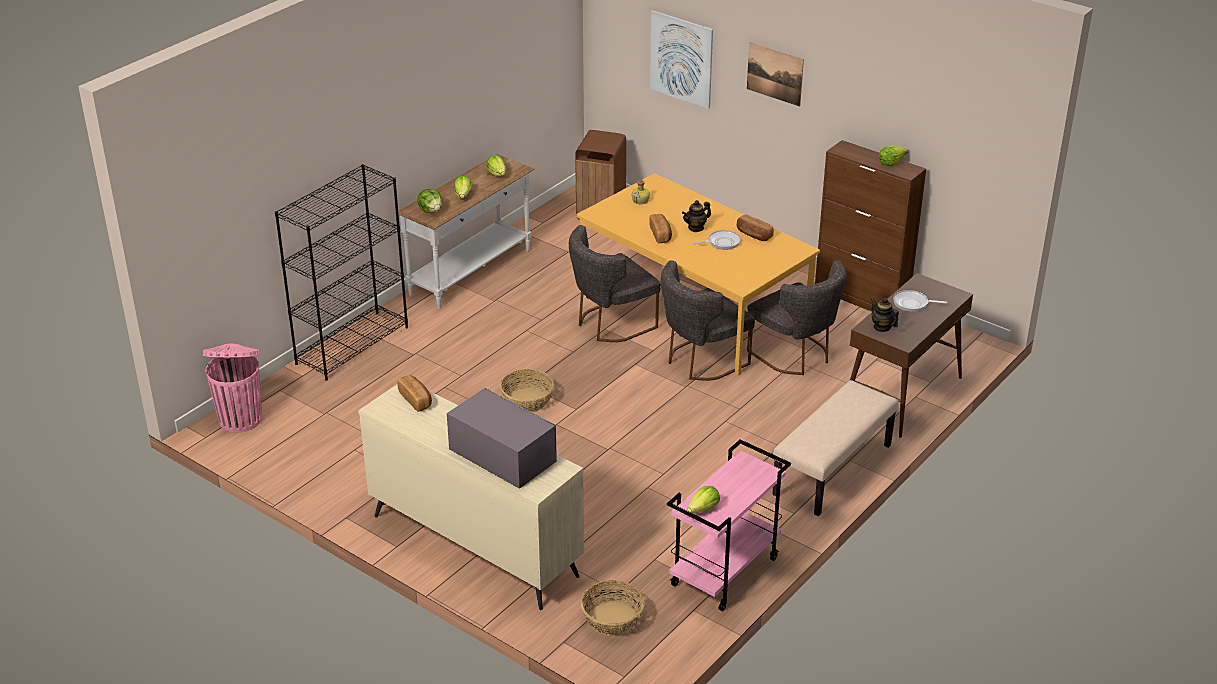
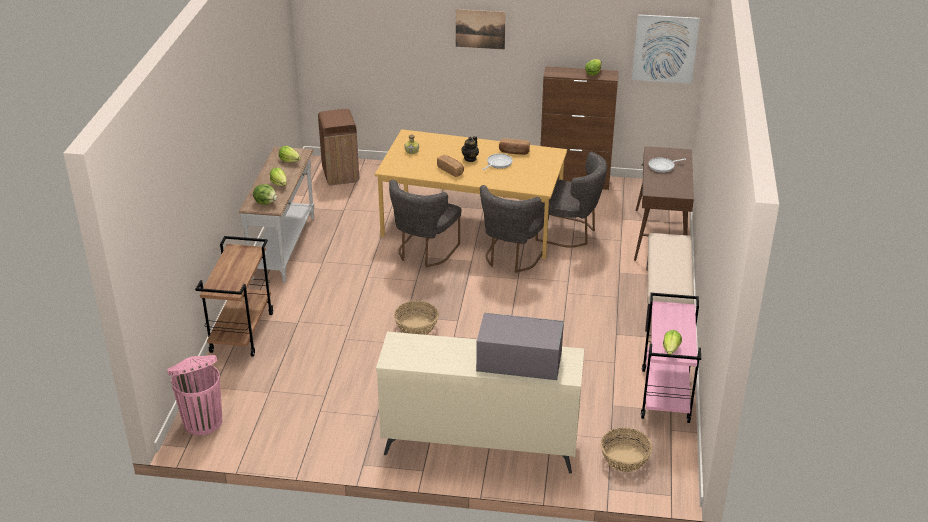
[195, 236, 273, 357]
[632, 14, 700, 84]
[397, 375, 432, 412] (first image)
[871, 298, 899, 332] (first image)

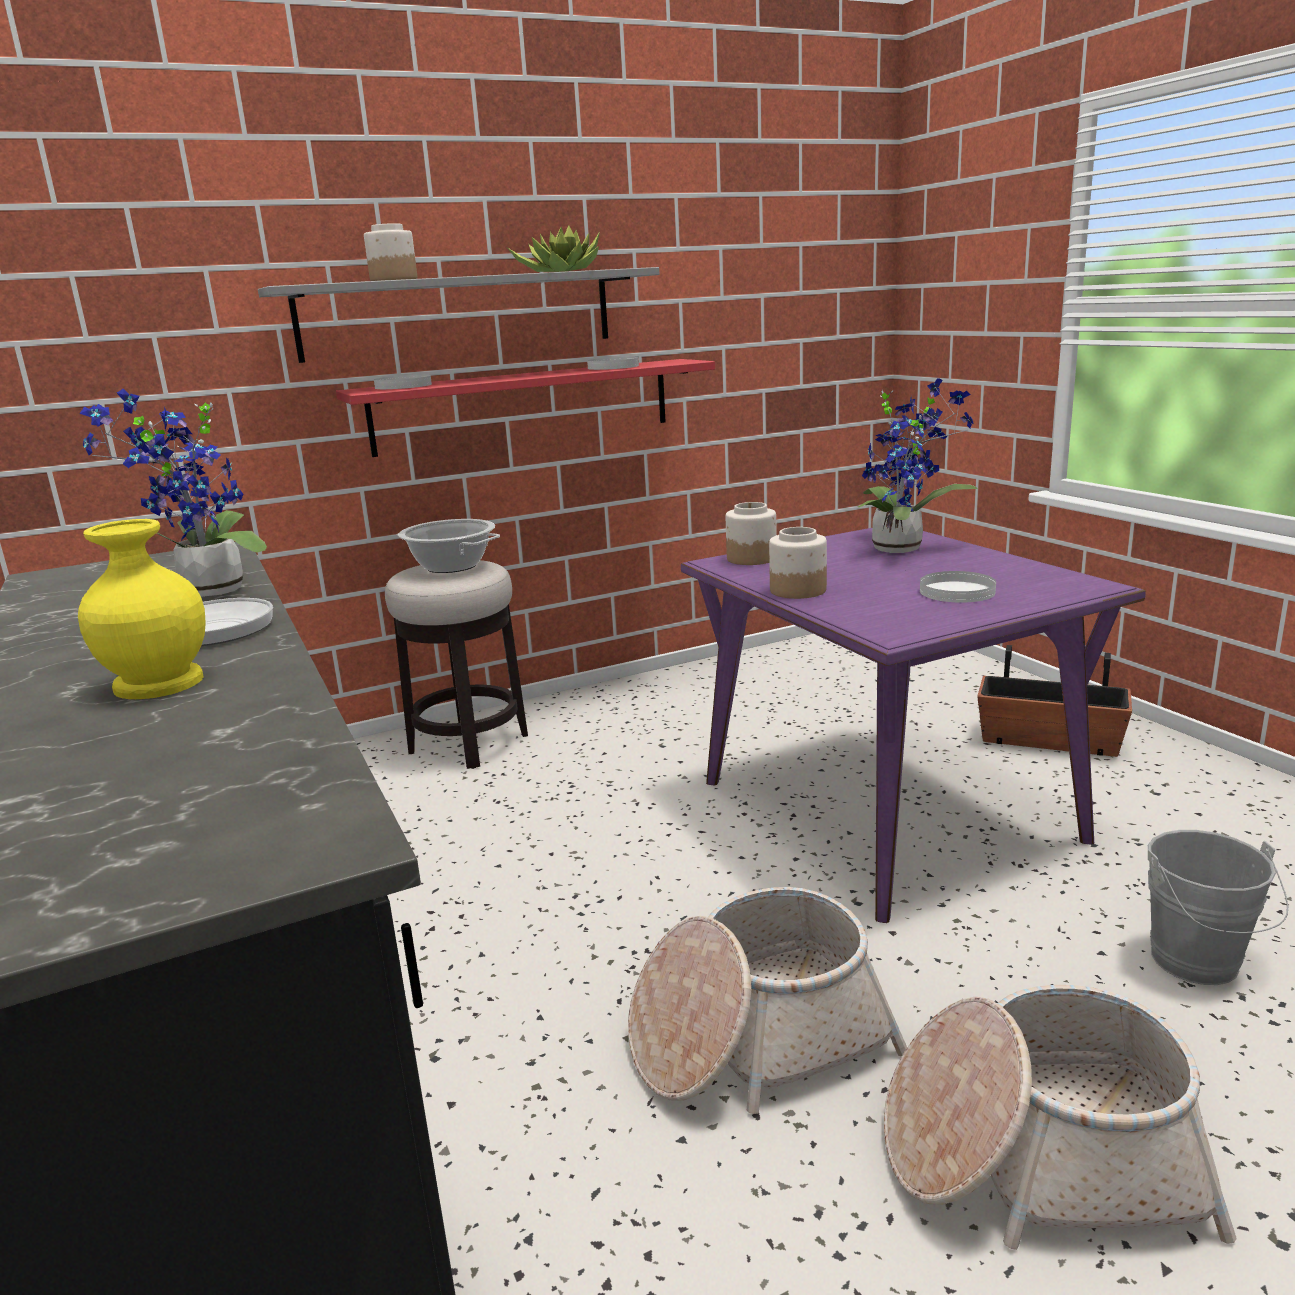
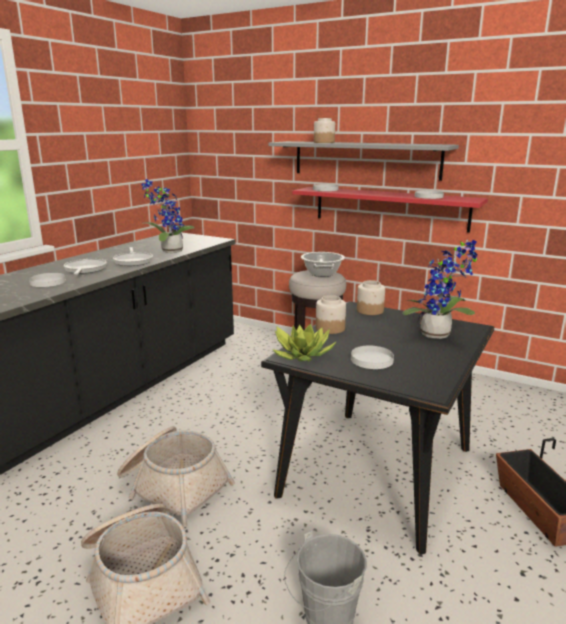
[29, 273, 66, 287]
[64, 259, 107, 275]
[261, 301, 494, 554]
[272, 324, 337, 362]

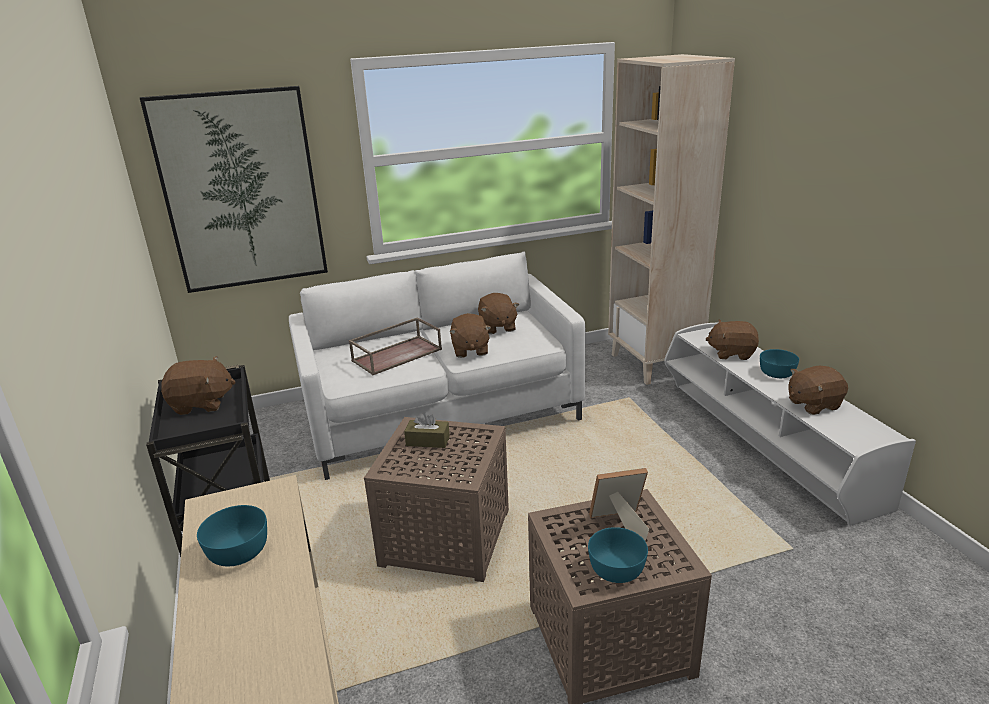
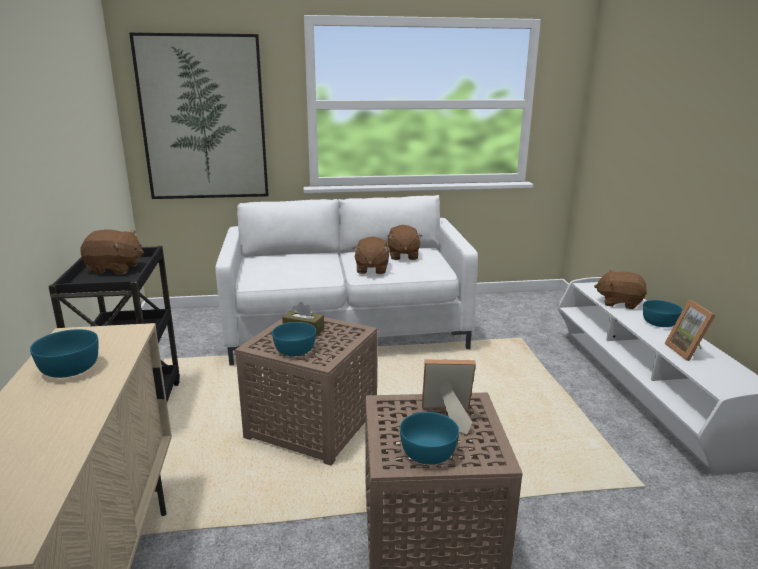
[272, 322, 316, 356]
[665, 300, 716, 361]
[349, 317, 442, 375] (first image)
[608, 54, 735, 385] (first image)

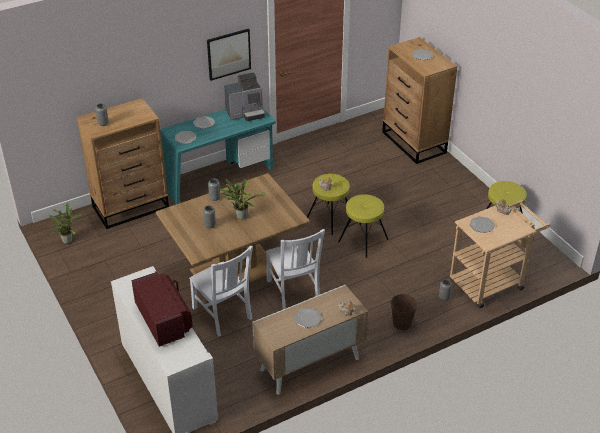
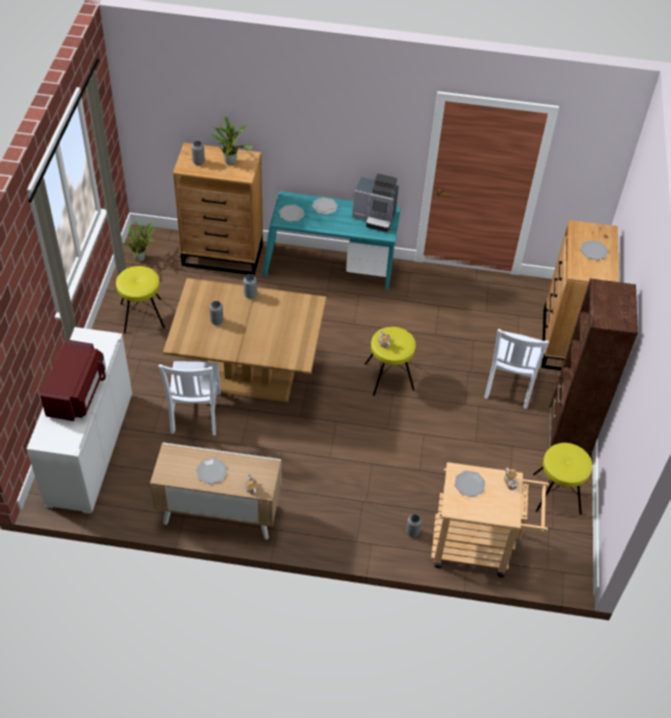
[116, 266, 165, 334]
[211, 116, 252, 165]
[484, 329, 549, 409]
[548, 279, 638, 458]
[207, 28, 251, 81] (first image)
[391, 294, 418, 330] (first image)

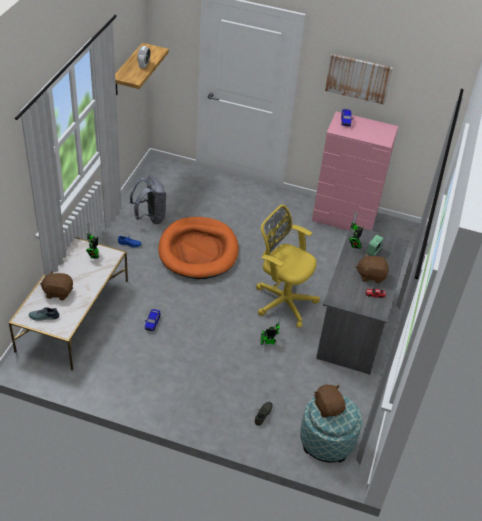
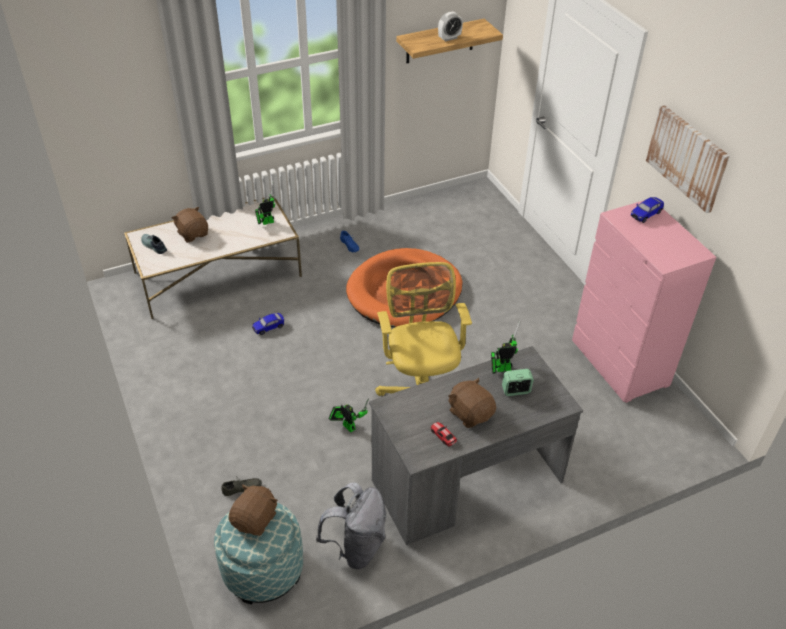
[316, 482, 387, 569]

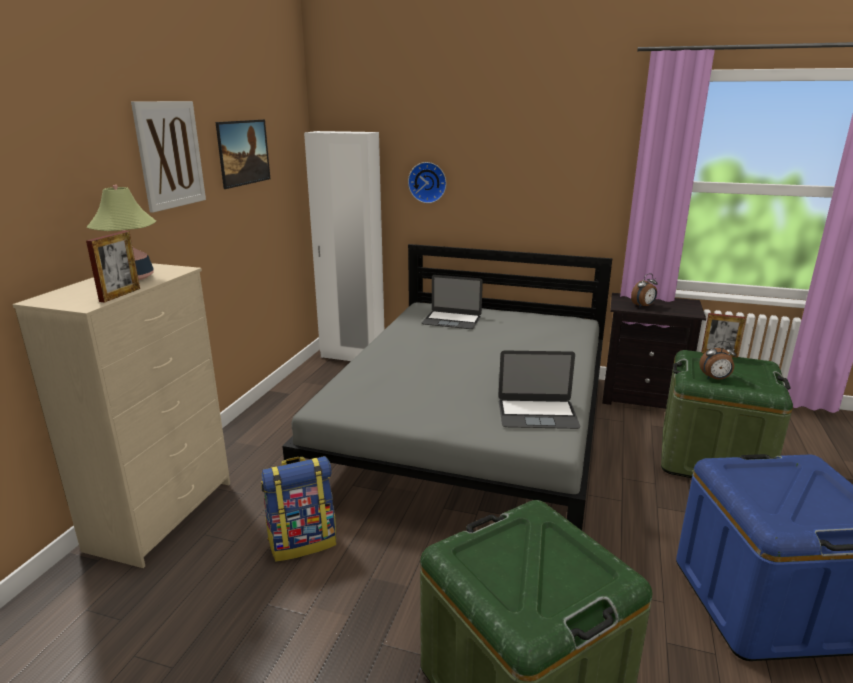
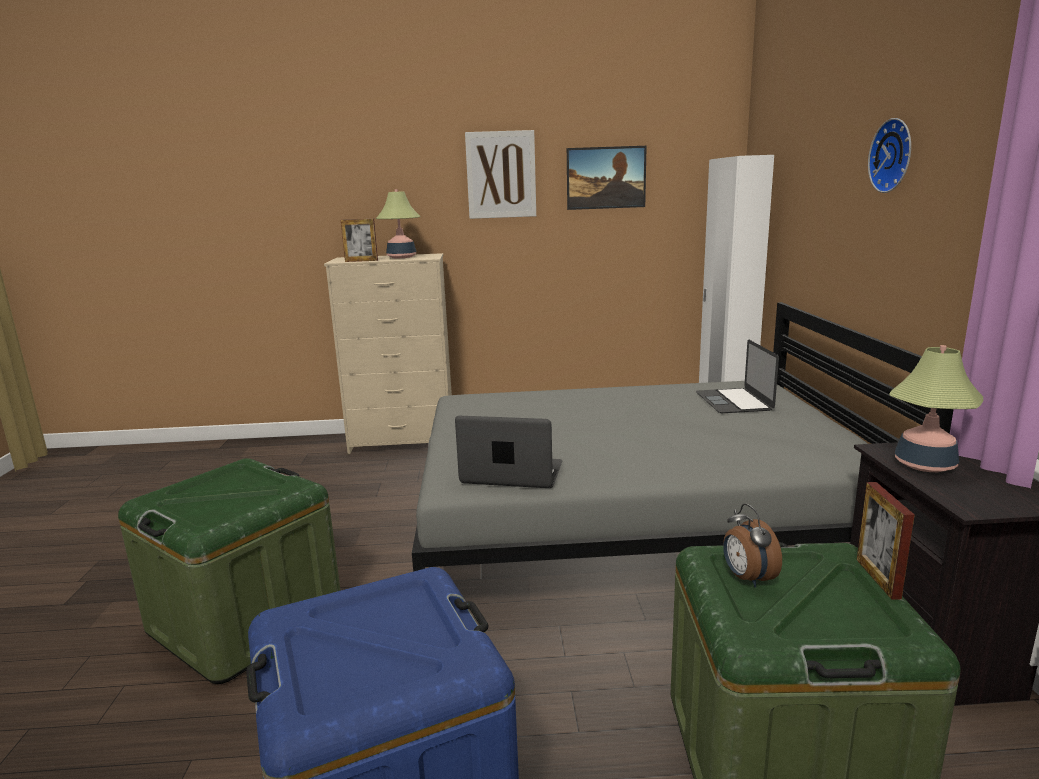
[455, 416, 562, 488]
[868, 118, 911, 193]
[889, 345, 983, 472]
[261, 456, 336, 562] (first image)

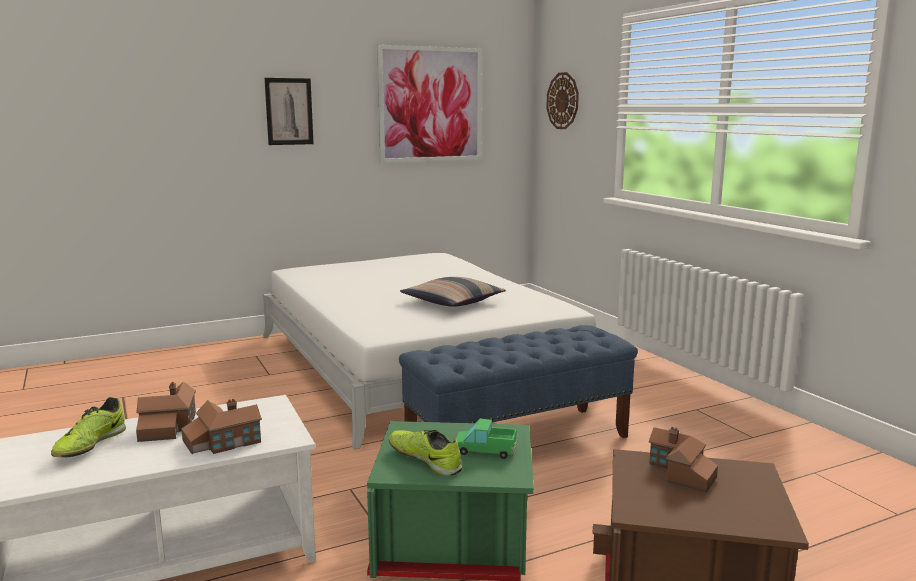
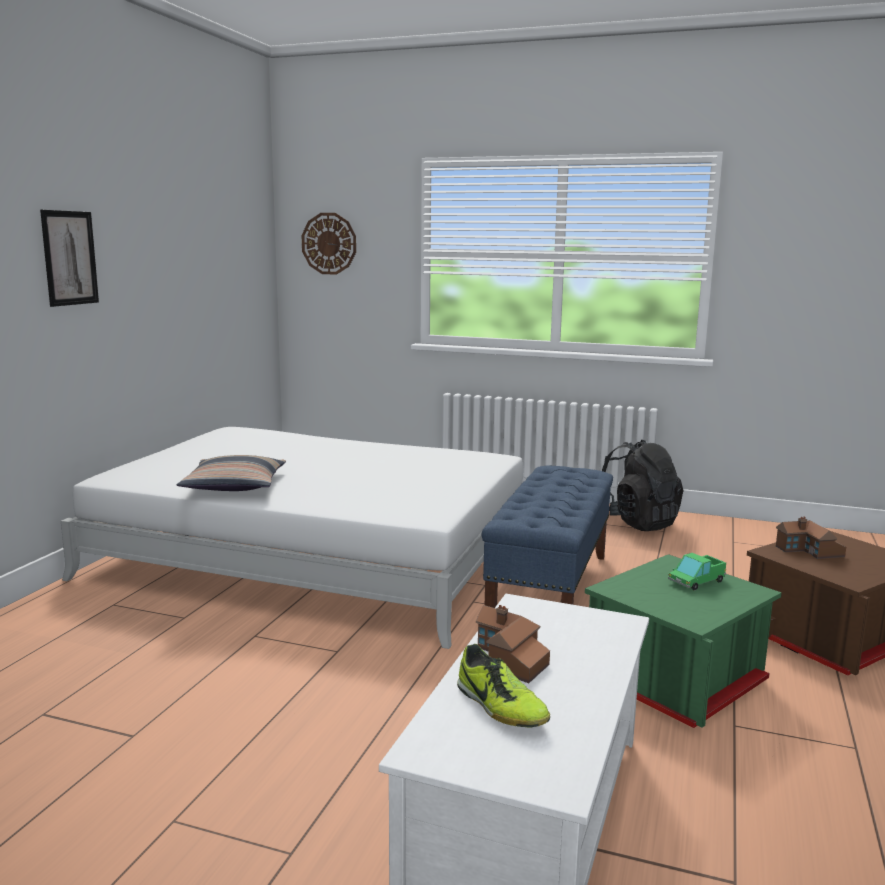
[176, 455, 286, 491]
[602, 439, 683, 531]
[181, 399, 262, 454] (first image)
[377, 45, 482, 163] (first image)
[389, 430, 462, 476] (first image)

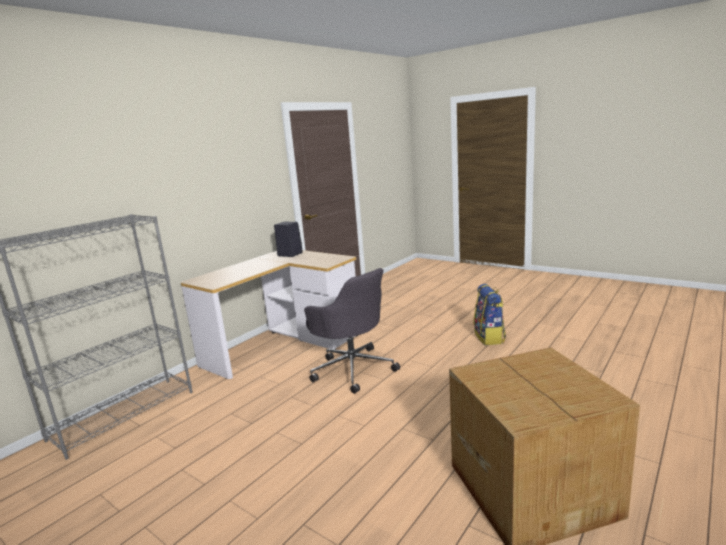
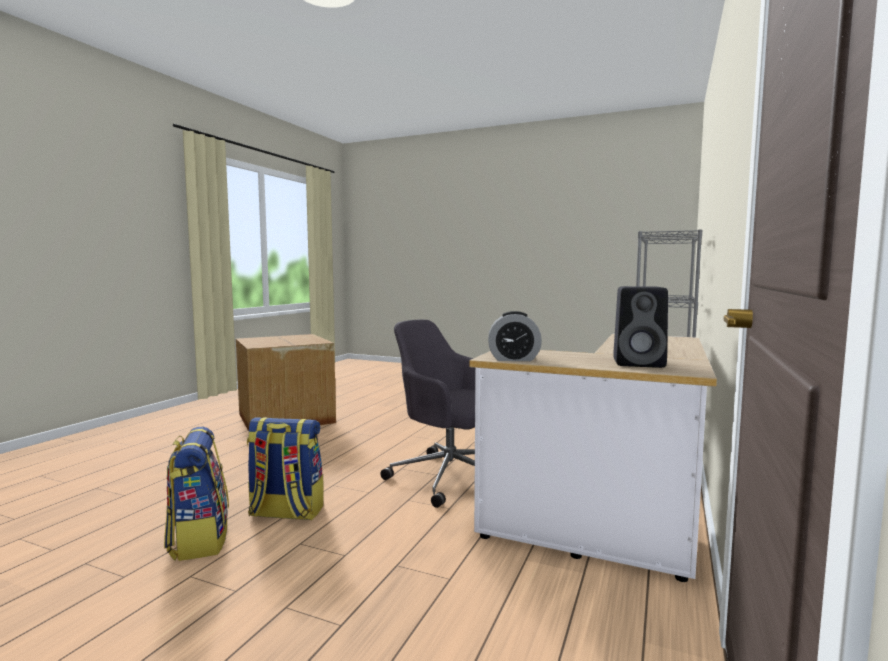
[247, 417, 324, 520]
[488, 311, 542, 361]

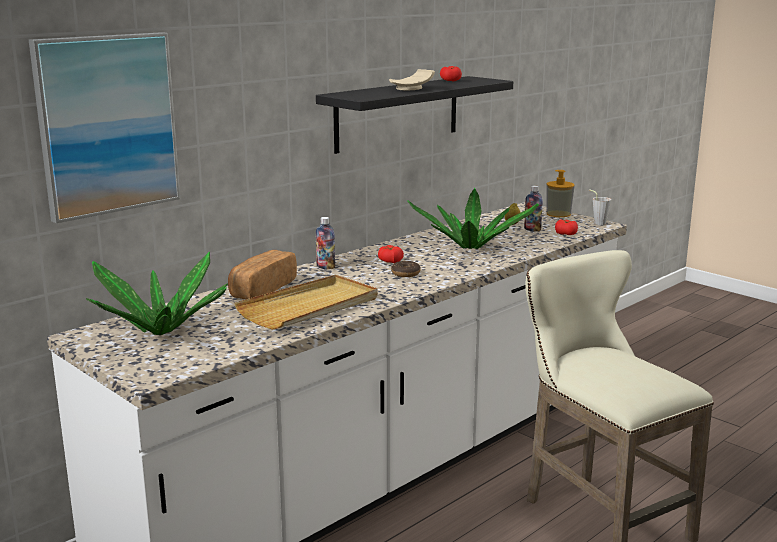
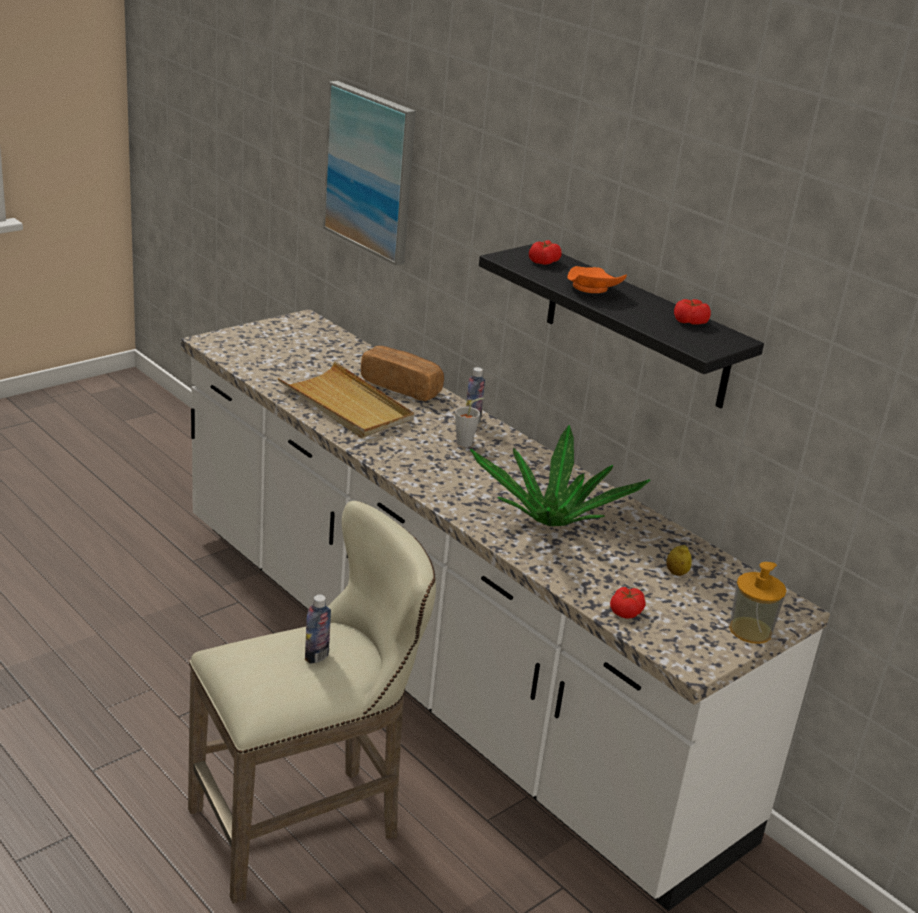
[305, 595, 331, 664]
[455, 398, 484, 447]
[529, 240, 562, 265]
[567, 266, 627, 293]
[86, 252, 228, 335] (first image)
[391, 261, 421, 277] (first image)

